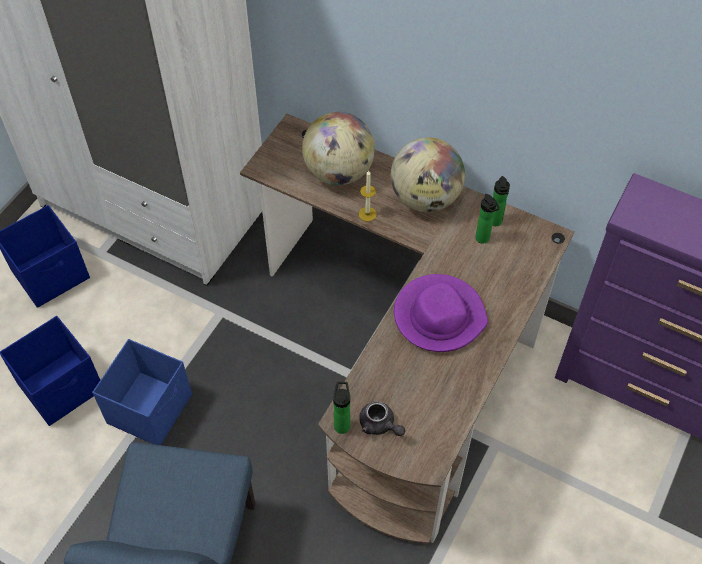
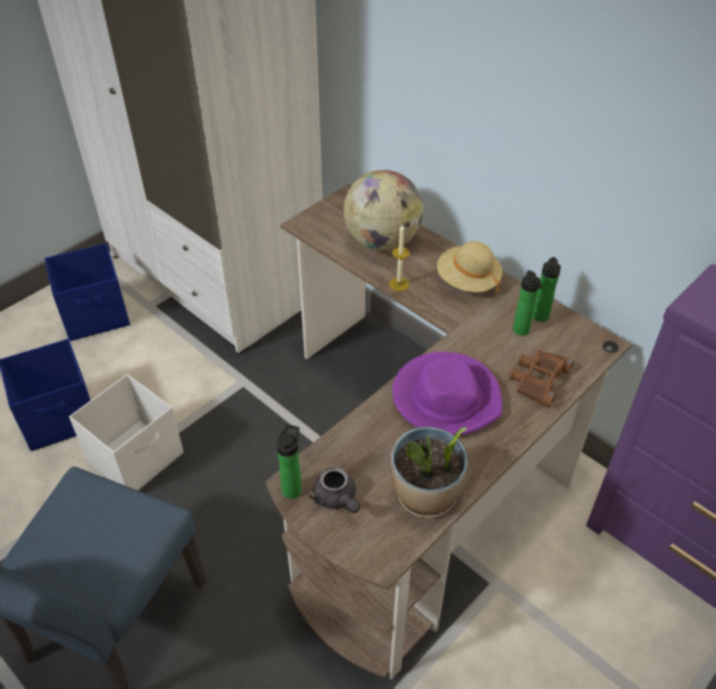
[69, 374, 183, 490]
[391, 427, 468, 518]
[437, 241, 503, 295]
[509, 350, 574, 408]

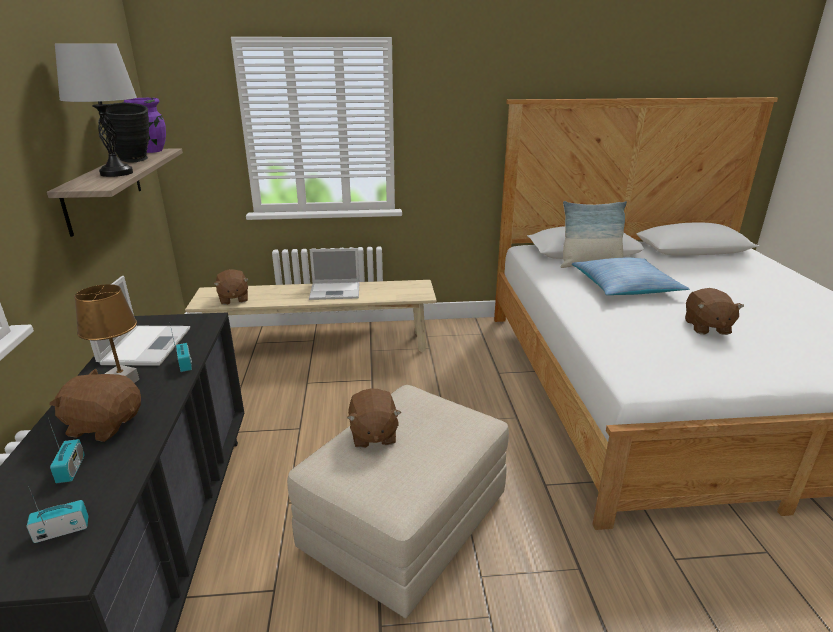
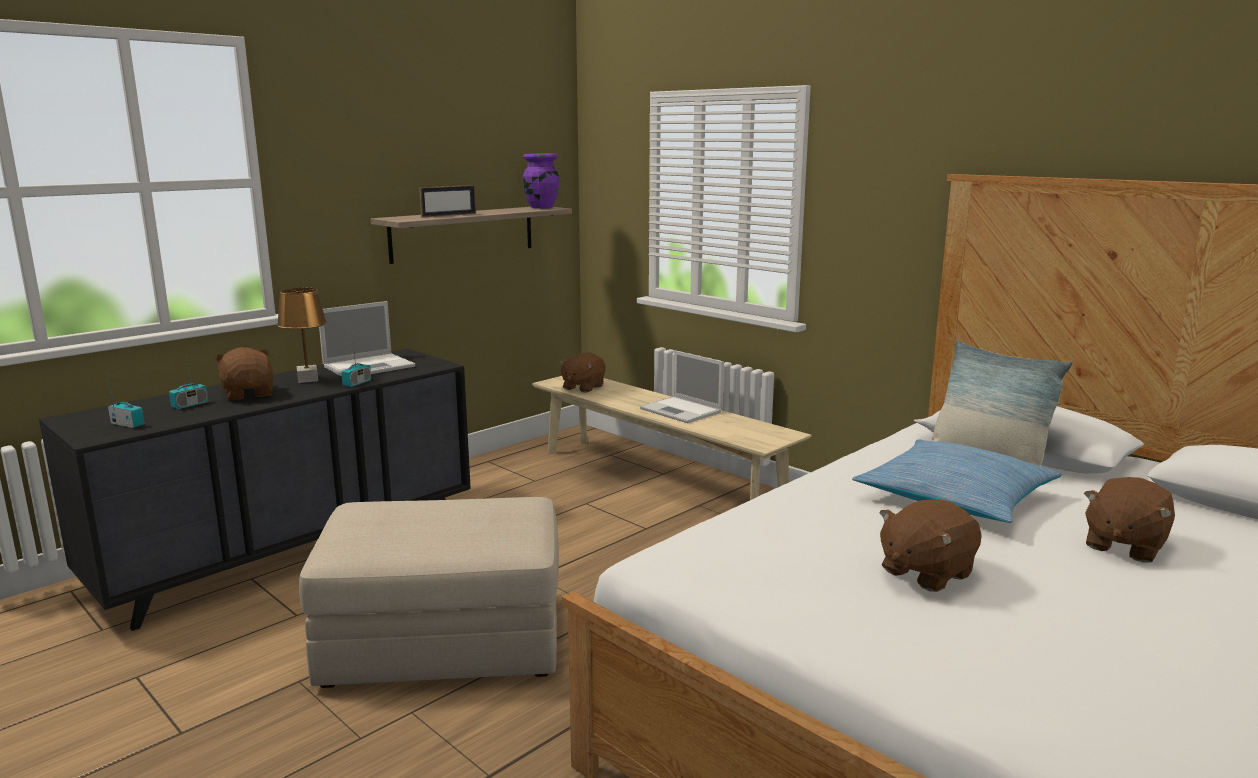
[419, 185, 476, 218]
[1084, 477, 1175, 563]
[102, 103, 149, 162] (first image)

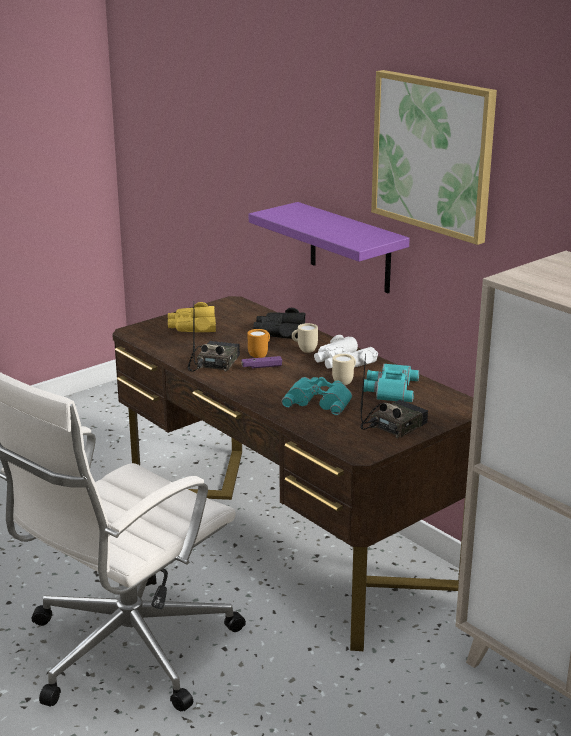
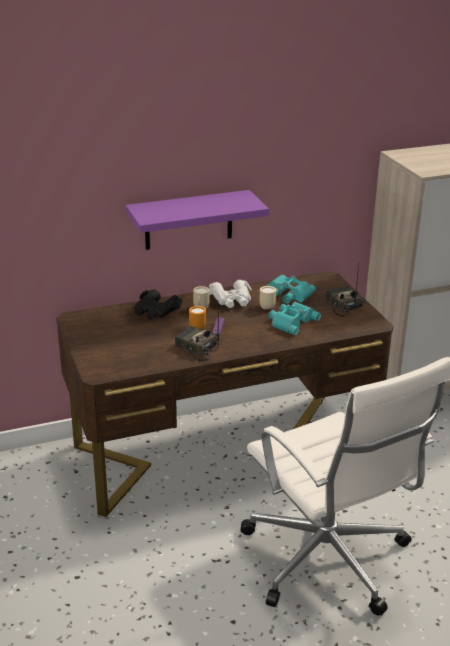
[168, 302, 216, 332] (first image)
[371, 70, 497, 245] (first image)

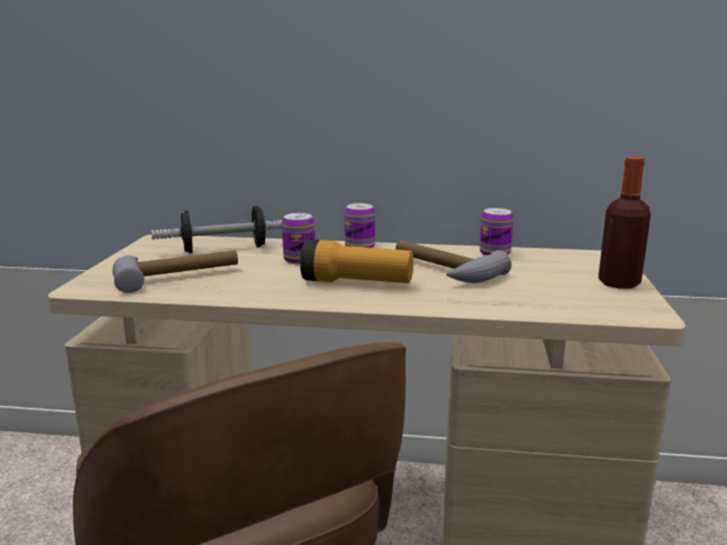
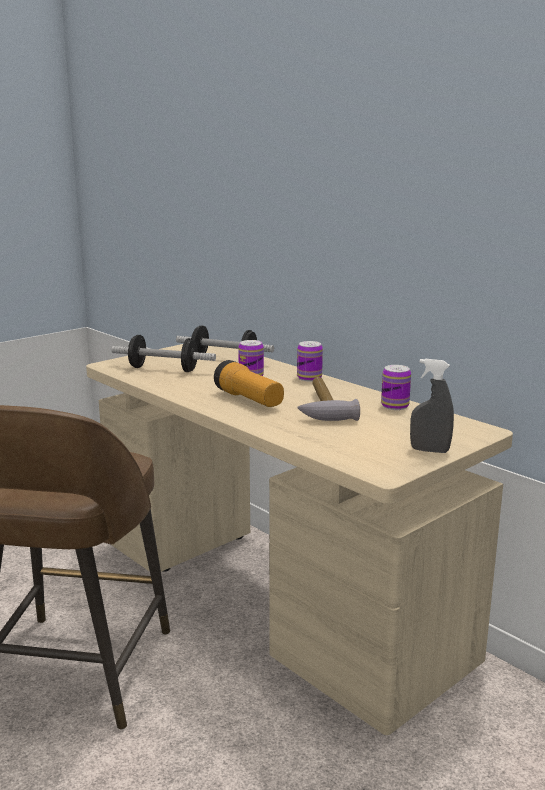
[112, 335, 216, 372]
[410, 359, 454, 453]

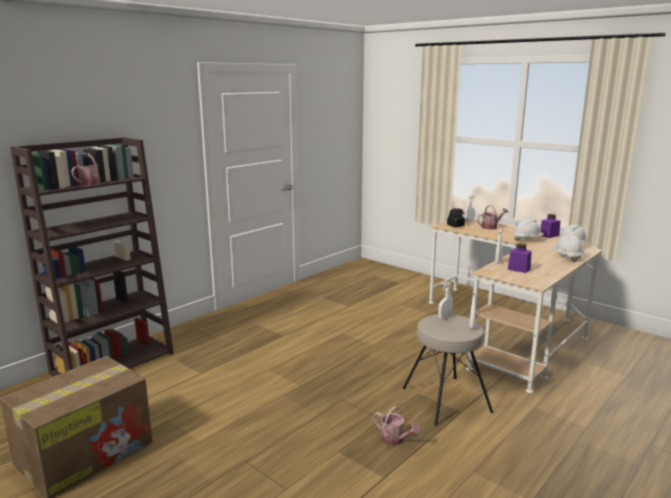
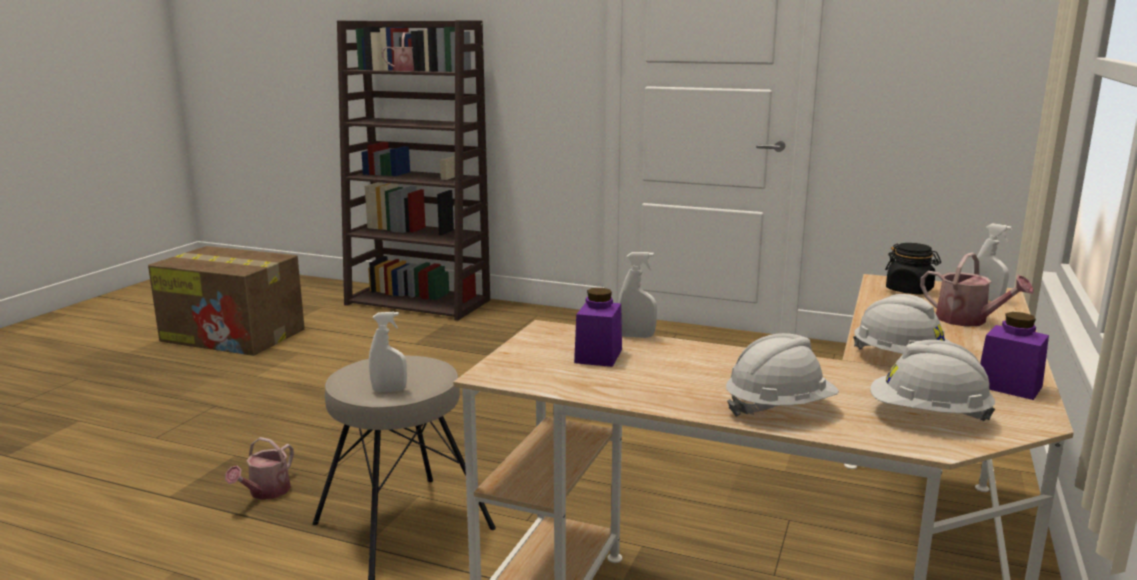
[438, 282, 453, 319] (first image)

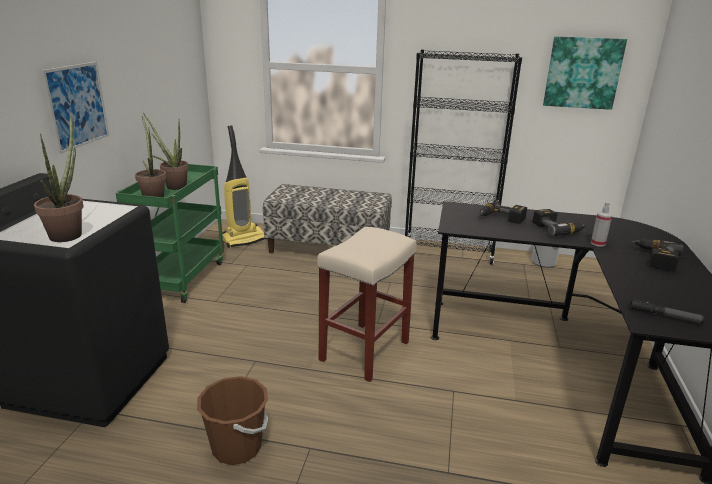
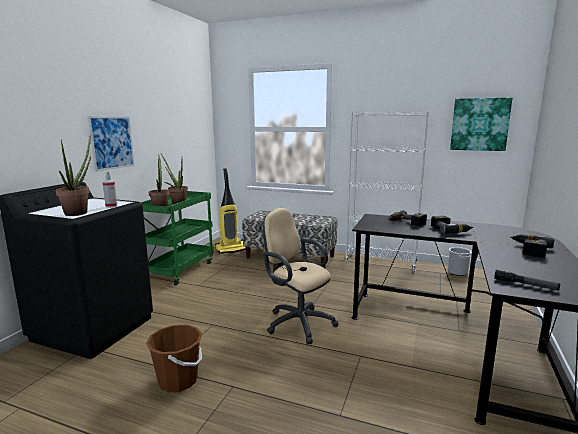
[103, 171, 118, 208]
[263, 208, 338, 344]
[345, 112, 429, 272]

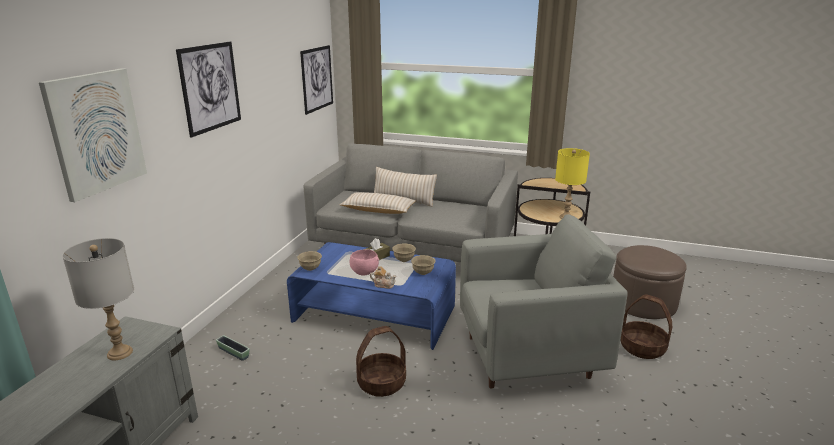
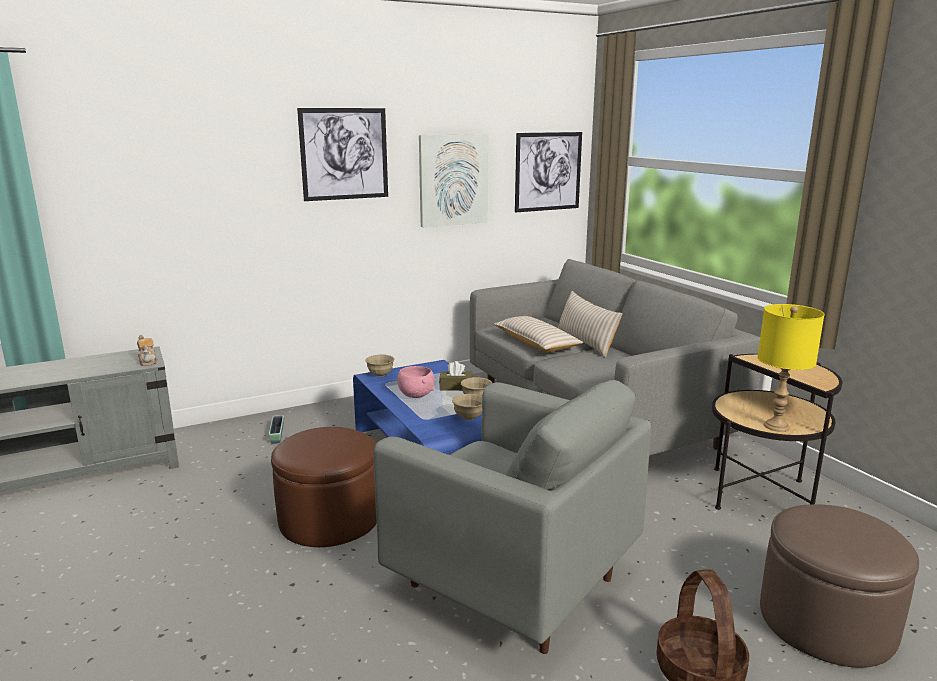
[137, 335, 158, 366]
[271, 427, 377, 547]
[419, 134, 489, 227]
[62, 238, 134, 360] (first image)

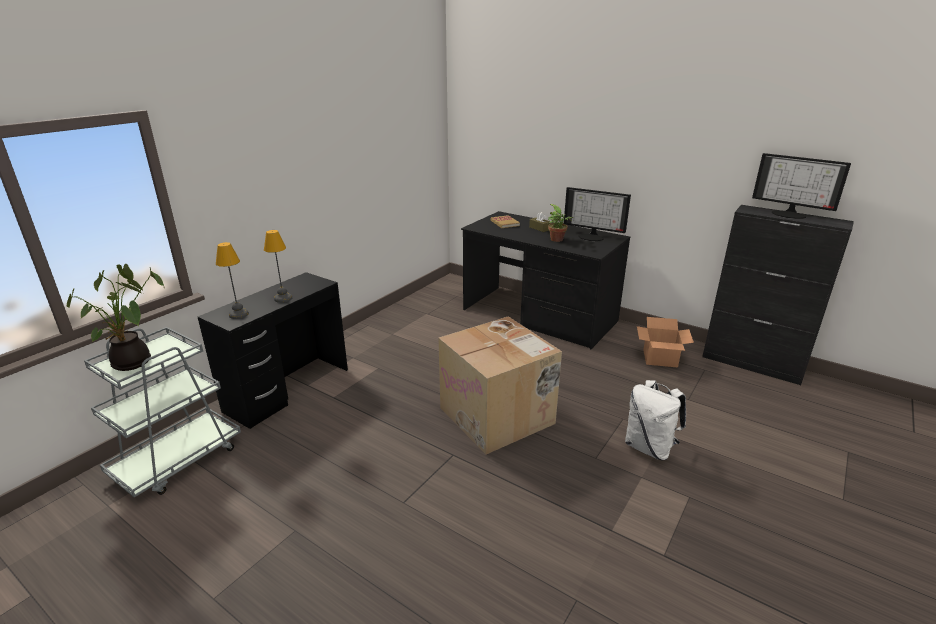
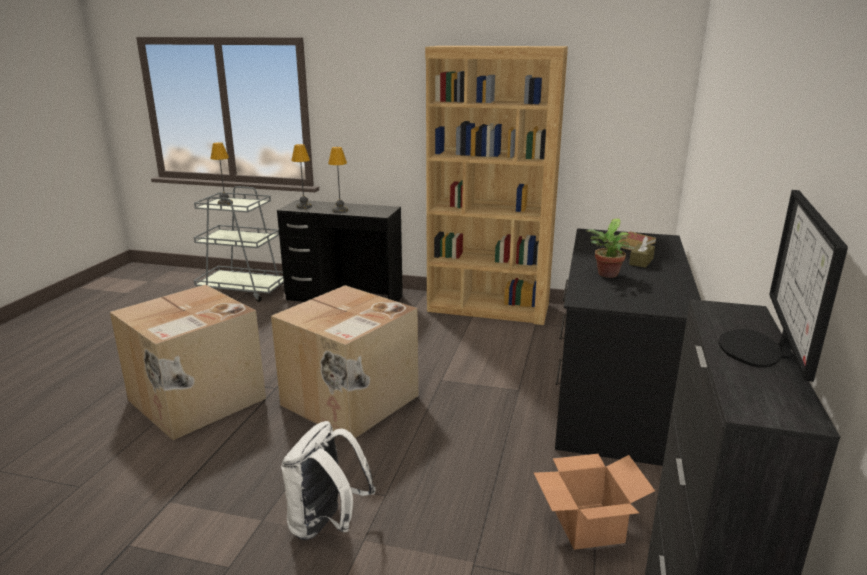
[110, 285, 266, 440]
[210, 142, 233, 205]
[425, 46, 568, 325]
[564, 187, 631, 241] (first image)

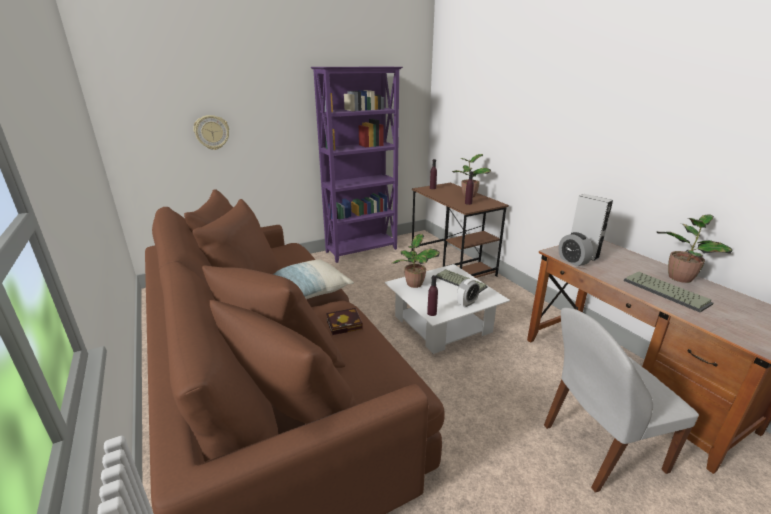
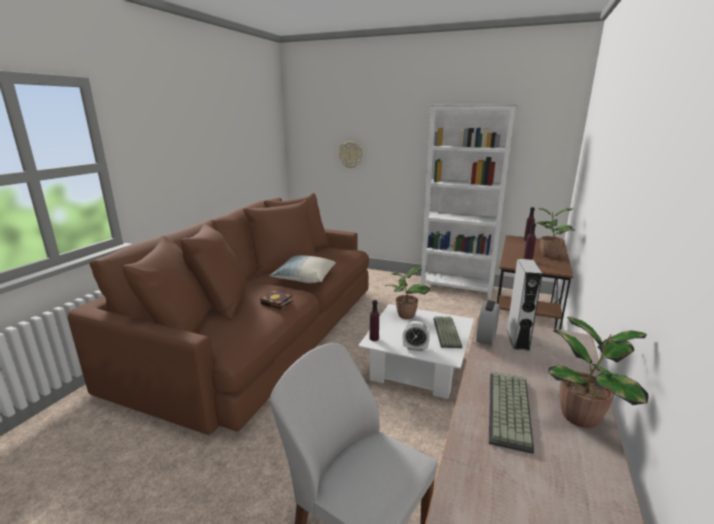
[421, 104, 519, 299]

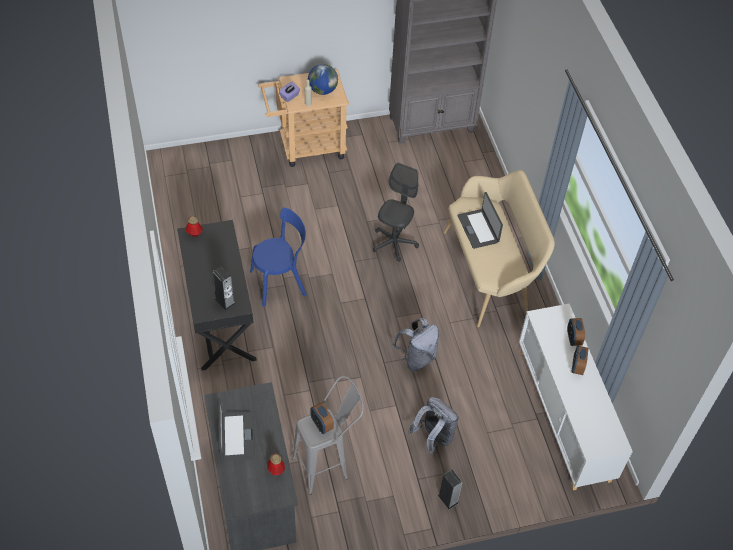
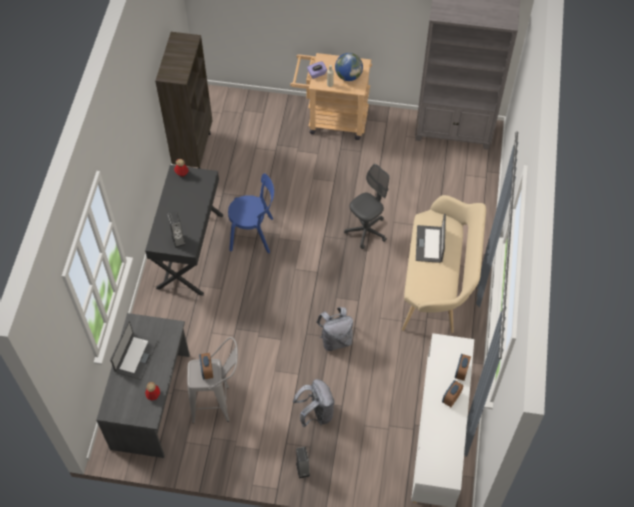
[155, 32, 213, 169]

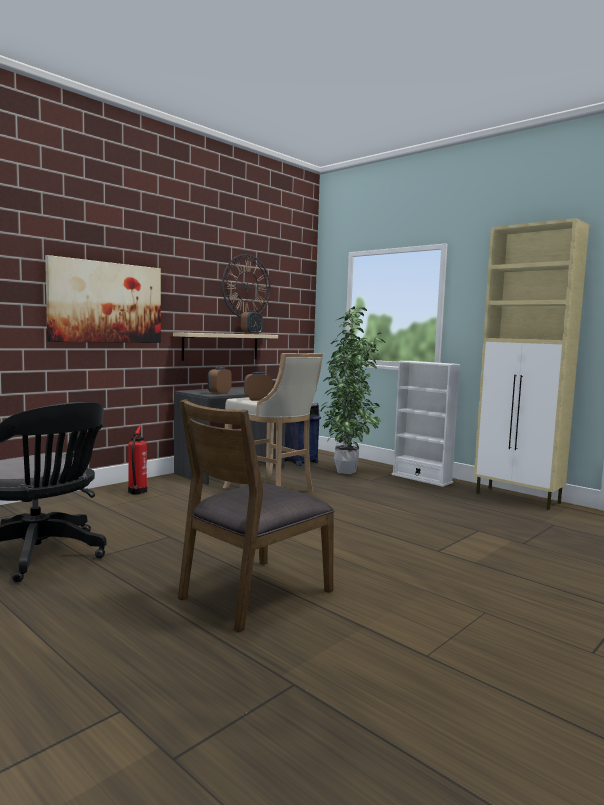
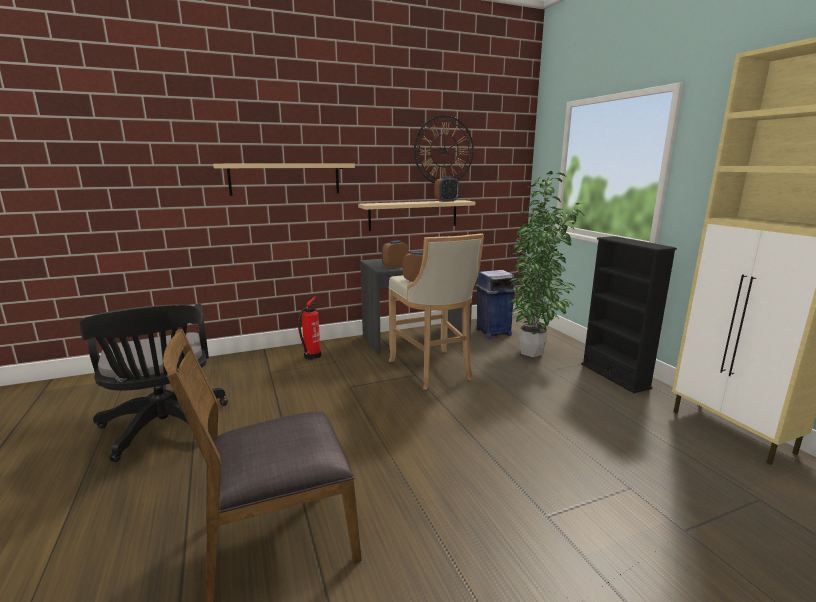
[213, 164, 355, 196]
[581, 236, 677, 393]

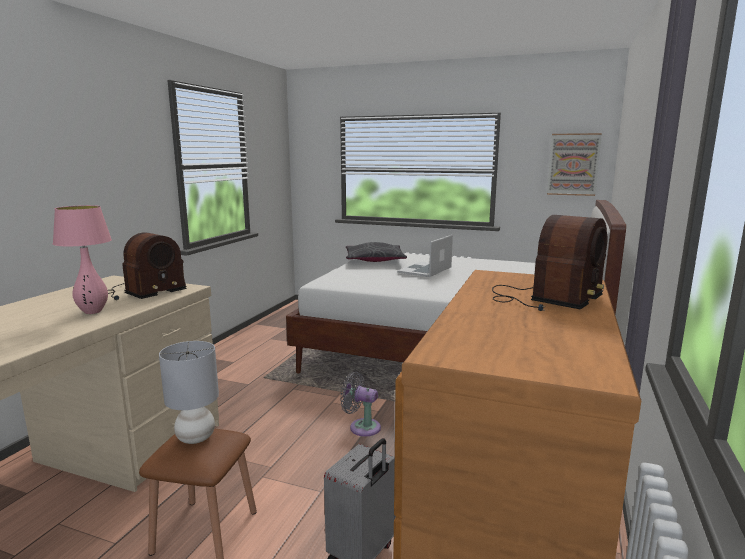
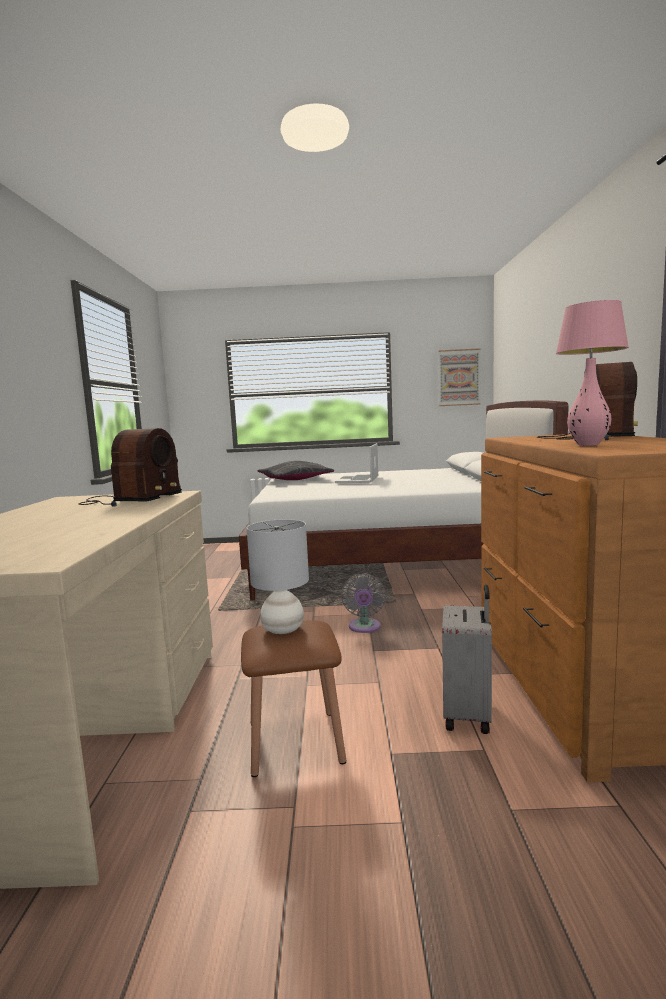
[341, 574, 386, 633]
[556, 300, 629, 446]

